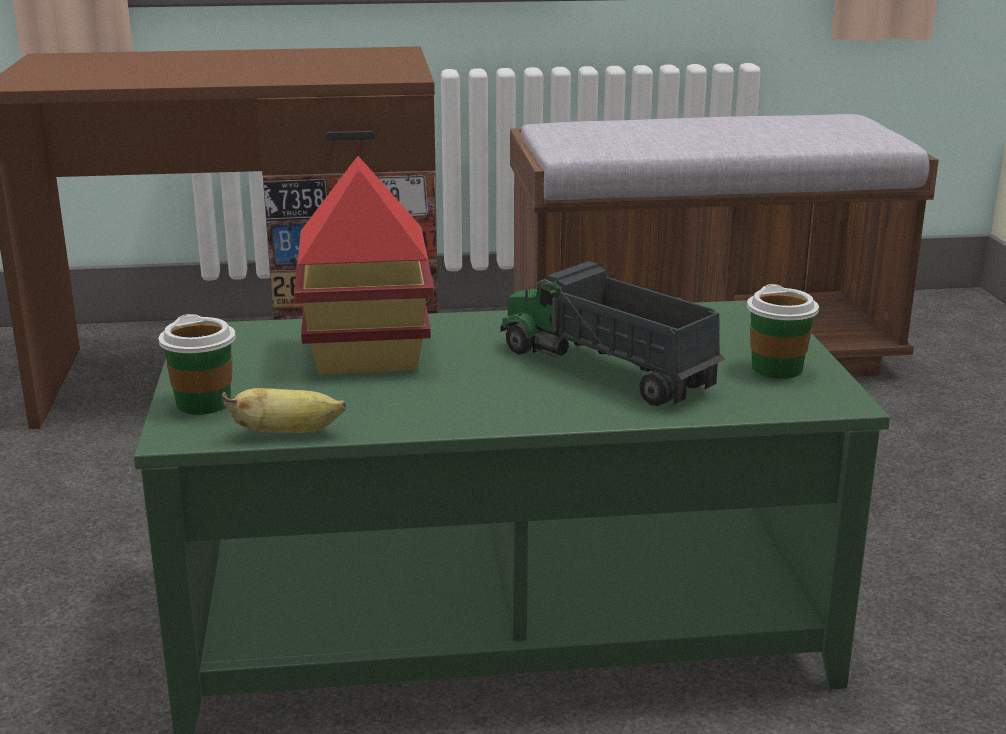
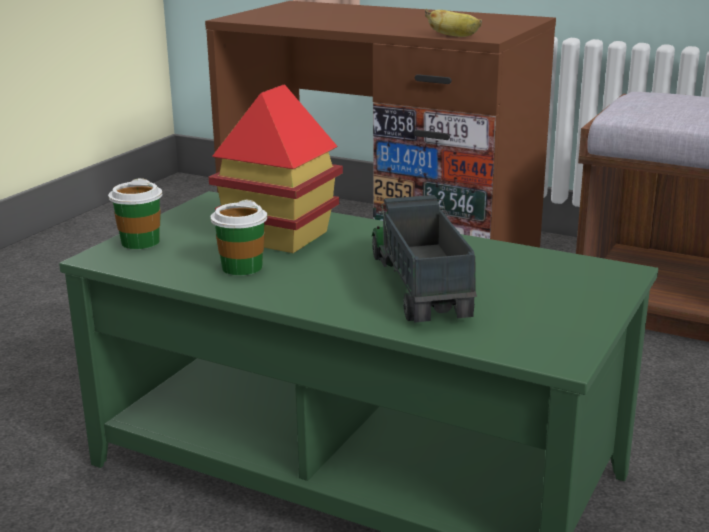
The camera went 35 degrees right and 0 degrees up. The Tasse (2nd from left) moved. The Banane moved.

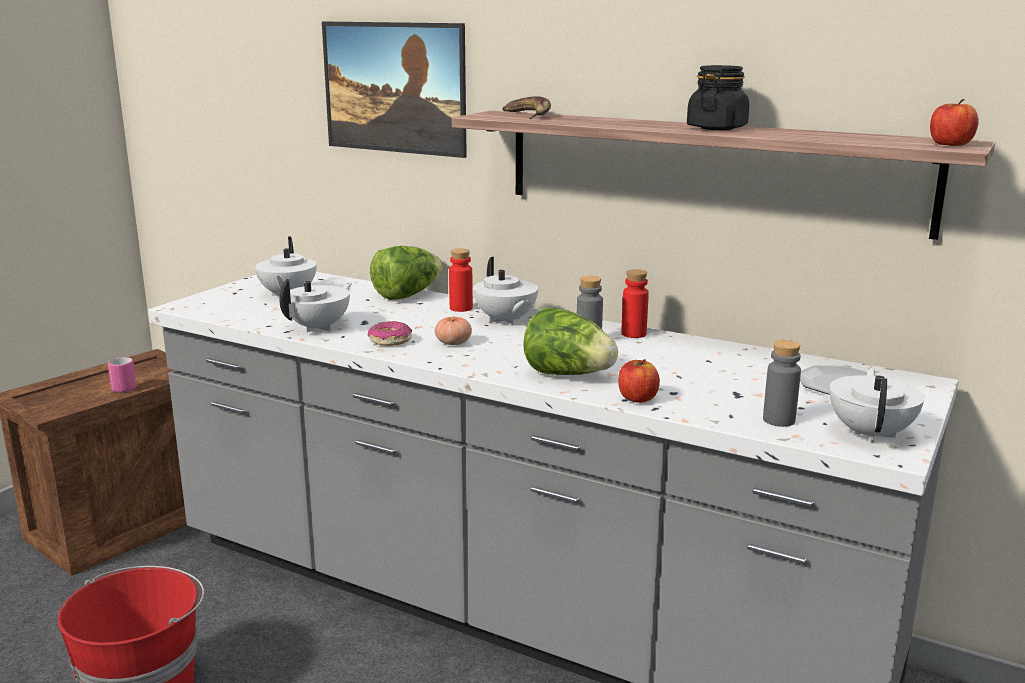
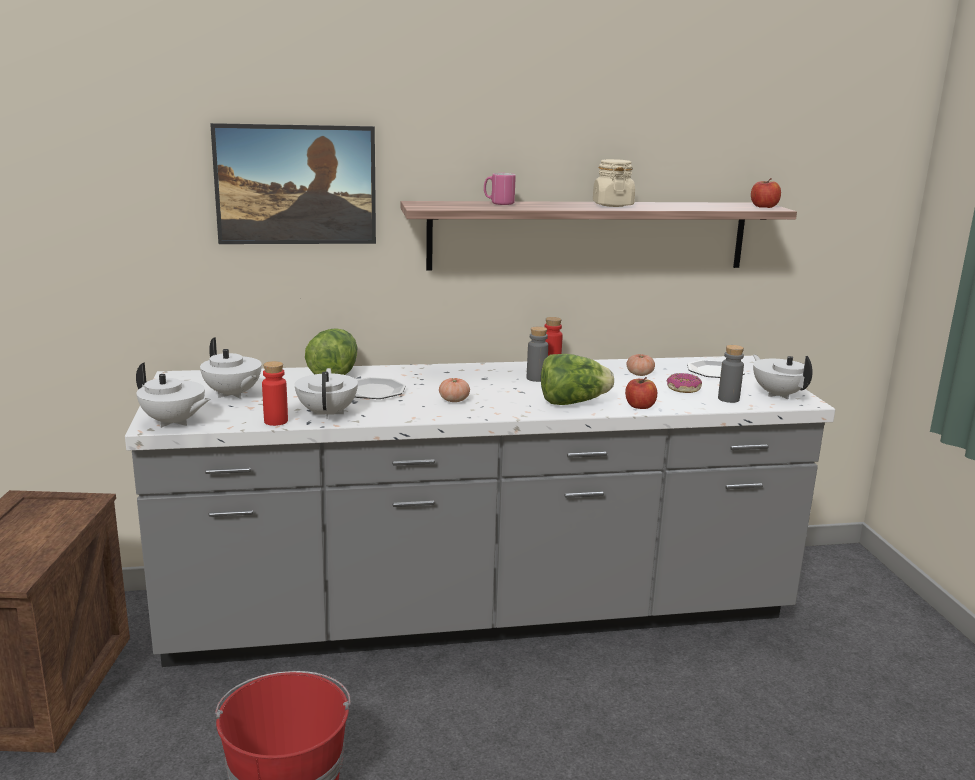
The camera went 40 degrees left and 0 degrees up. The Teekanne (weiß) (3rd from left in the first image) moved. The Flasche (rot) (1st from left) moved. The Teller (1st from left) appeared. The Henkelbecher (rosa) moved. The Vorratsglas (schwarz) became the Vorratsglas (beige). The Tomate (2nd from left) appeared. The Donut moved. The Banane disappeared.

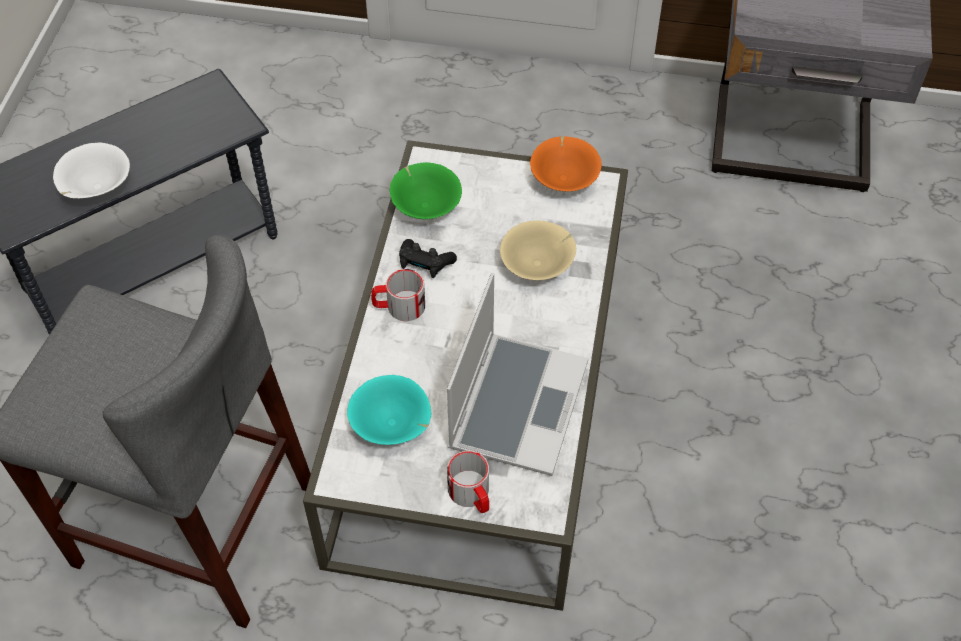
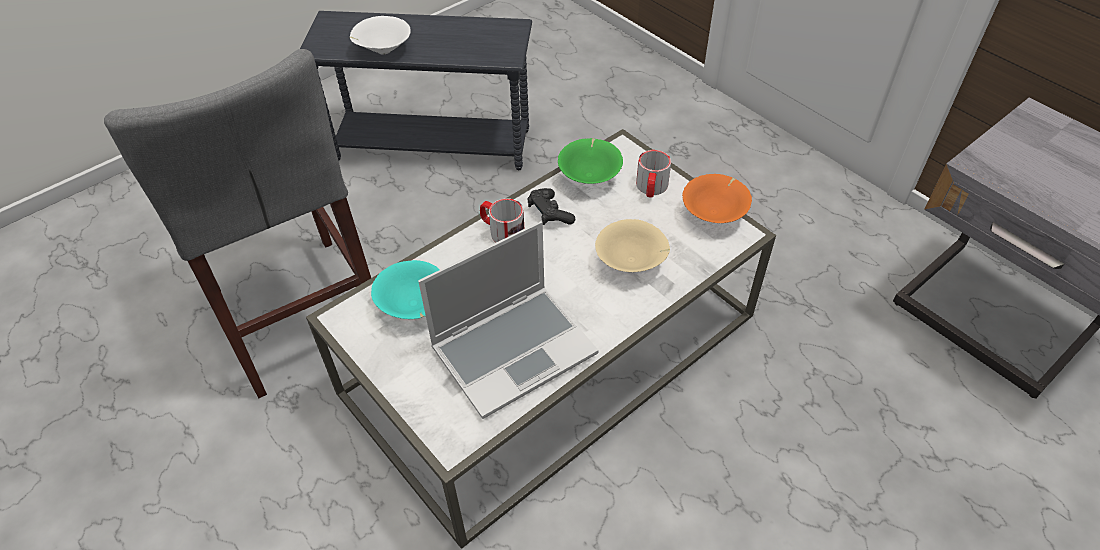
The camera went 40 degrees right and 5 degrees down. The Henkelbecher (2nd from left) moved.

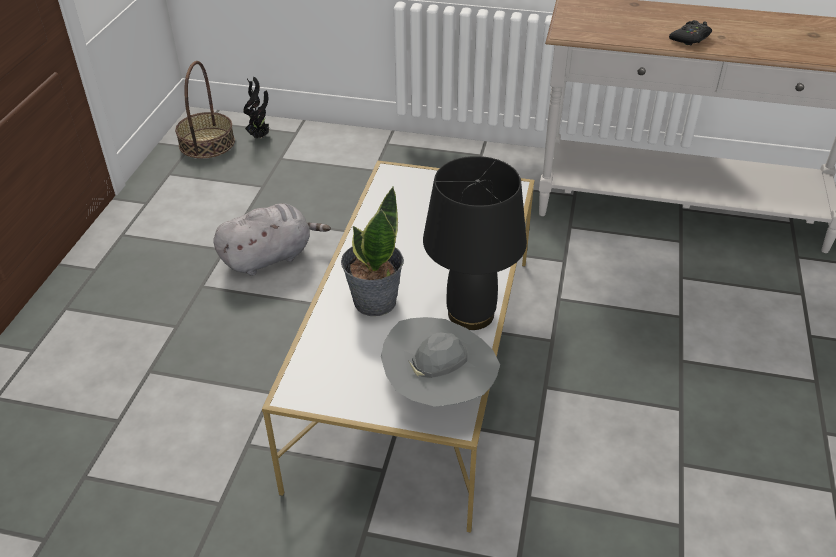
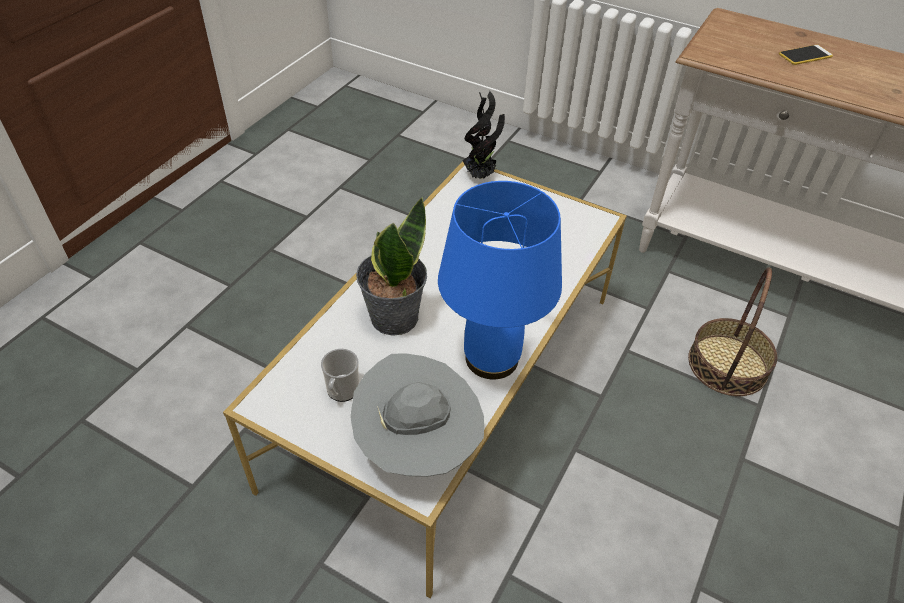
The camera went 15 degrees right and 5 degrees up. The Henkelbecher appeared. The Tischlampe (schwarz) became the Tischlampe (blau). The Topfpflanze (1st from left in the first image) moved. The Korb moved. The Handy appeared. The Plüschtier (grau) disappeared. The Gamepad (schwarz) disappeared.

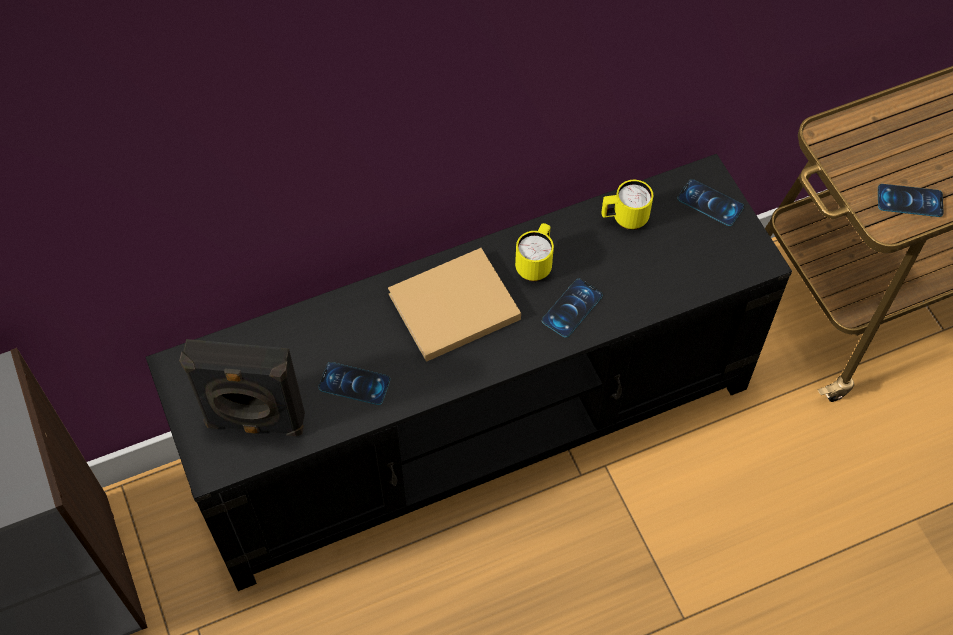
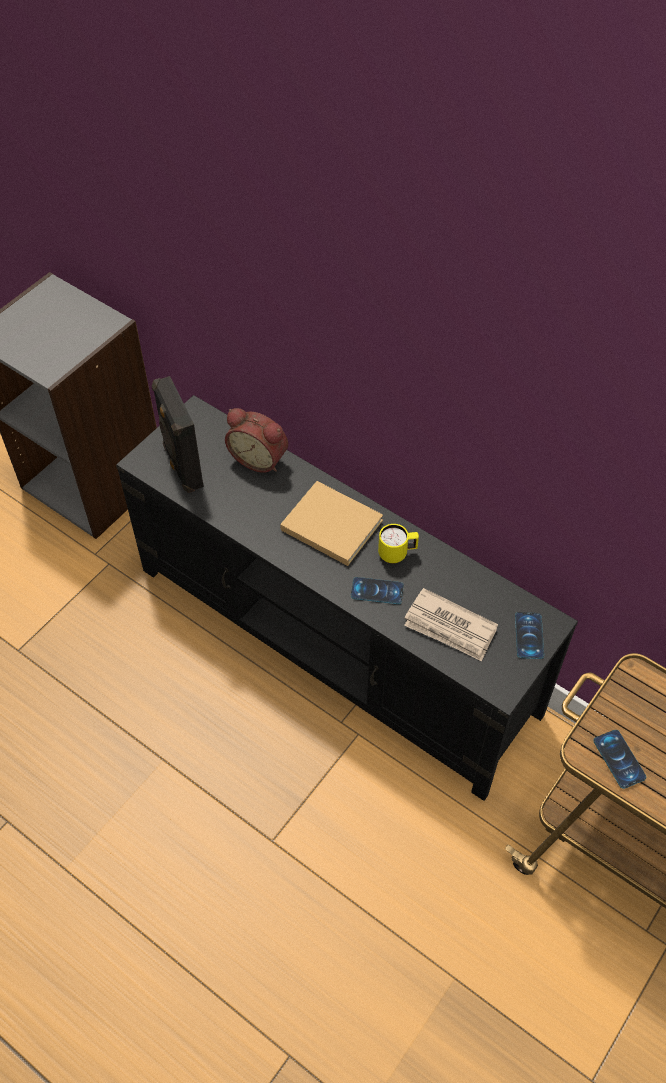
The camera went 60 degrees right and 5 degrees down. The Wecker appeared. The Zeitung appeared. The Handy (1st from left) disappeared. The Henkelbecher (gelb) (2nd from left) disappeared.

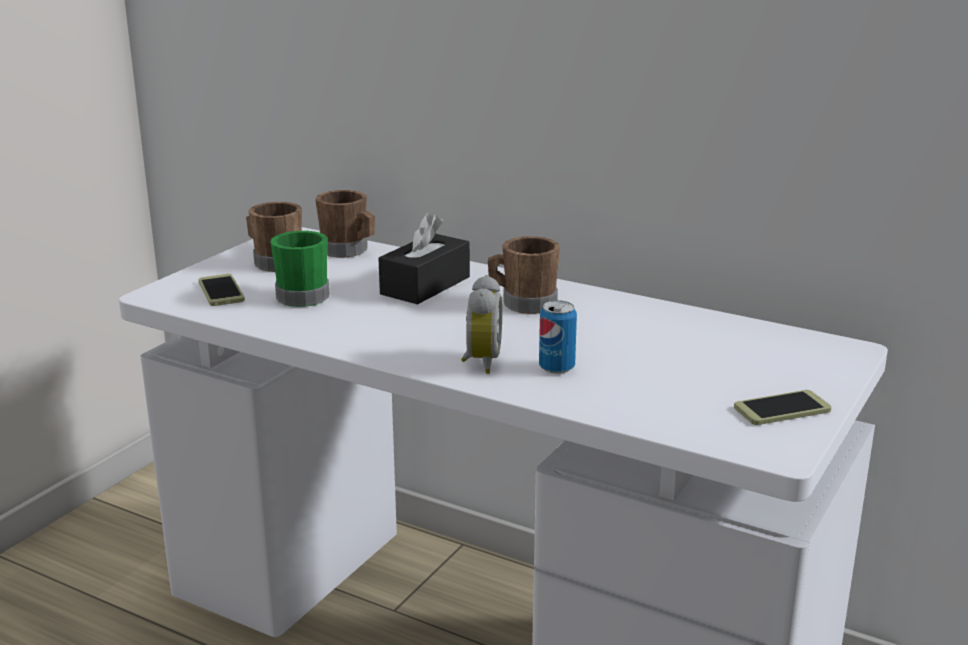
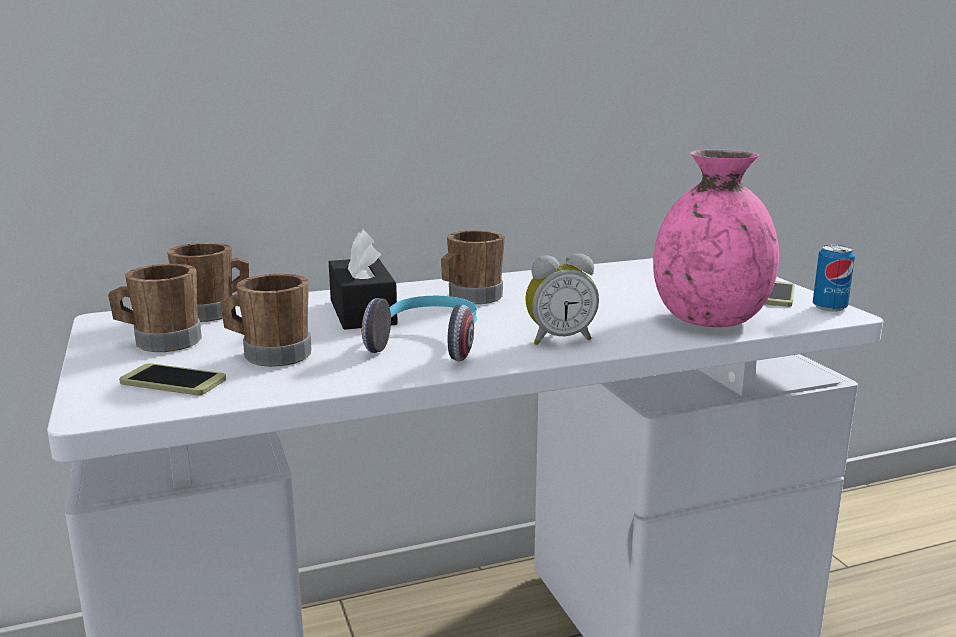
The camera went 50 degrees left and 5 degrees down. The Henkelbecher (grün) became the Henkelbecher (braun) (3rd from left). The Kopfhörer appeared. The Wecker turned 120 degrees clockwise. The Vase (rosa) appeared. The Dose moved.

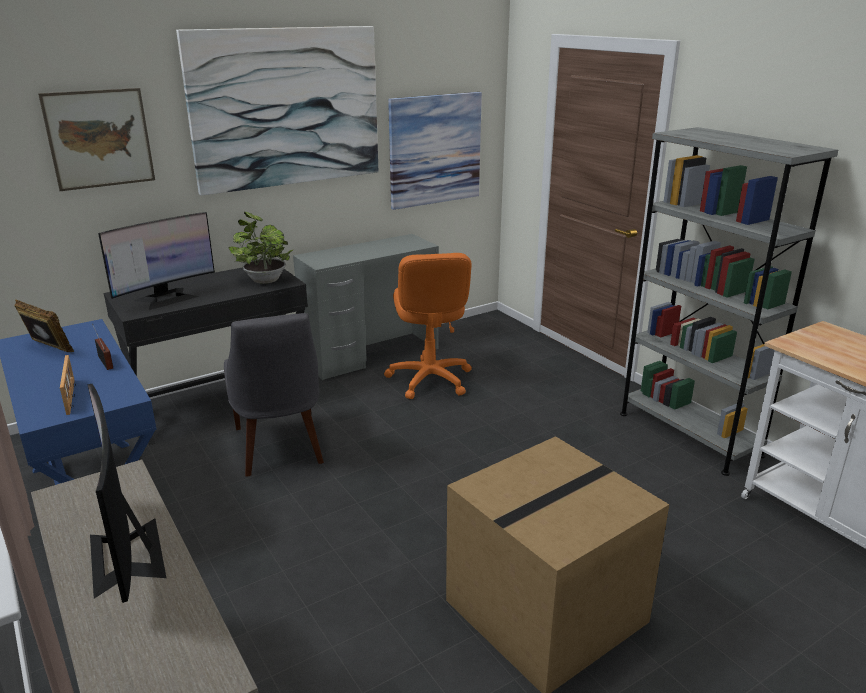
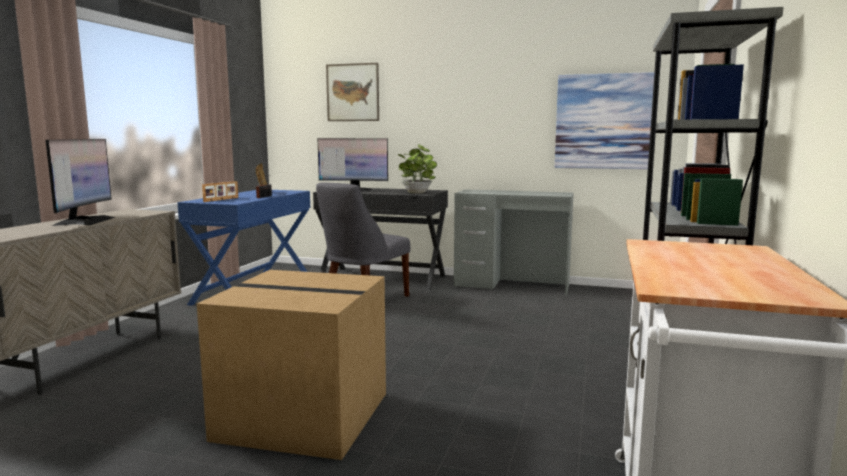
The camera went 50 degrees right and 15 degrees down. The Monitor (1st from left) turned 150 degrees clockwise. The Bild (2nd from left) disappeared. The Bürostuhl (orange) disappeared.

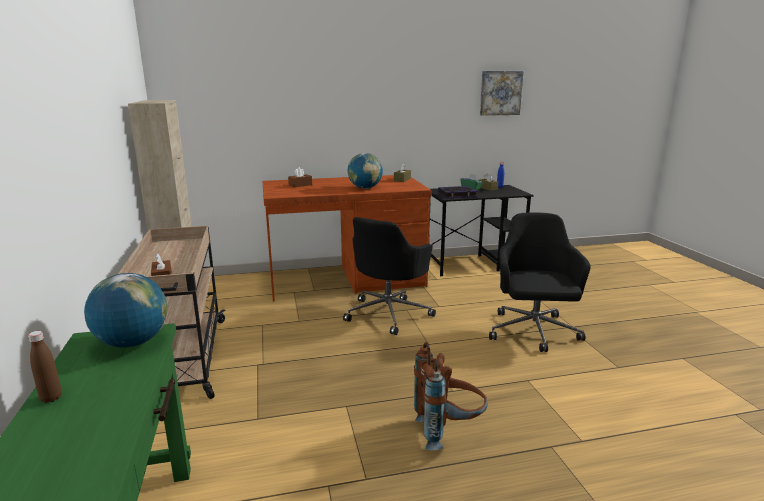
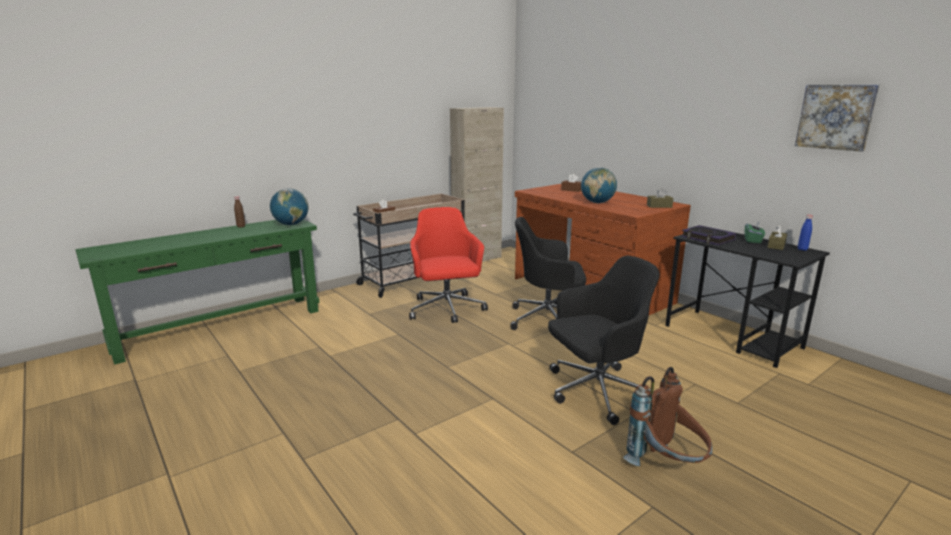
The camera went 65 degrees right and 0 degrees up. The Bürostuhl (rot) appeared. The Rucksack (braun) moved.

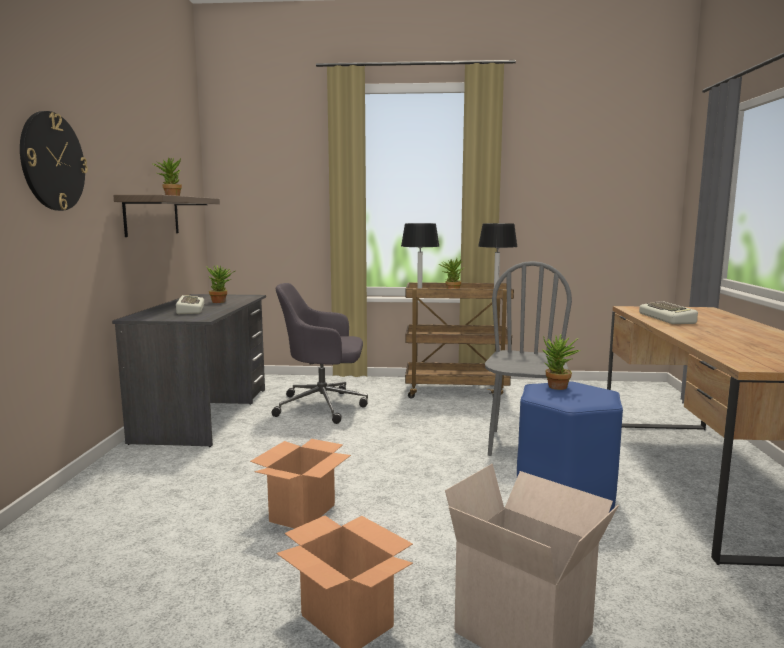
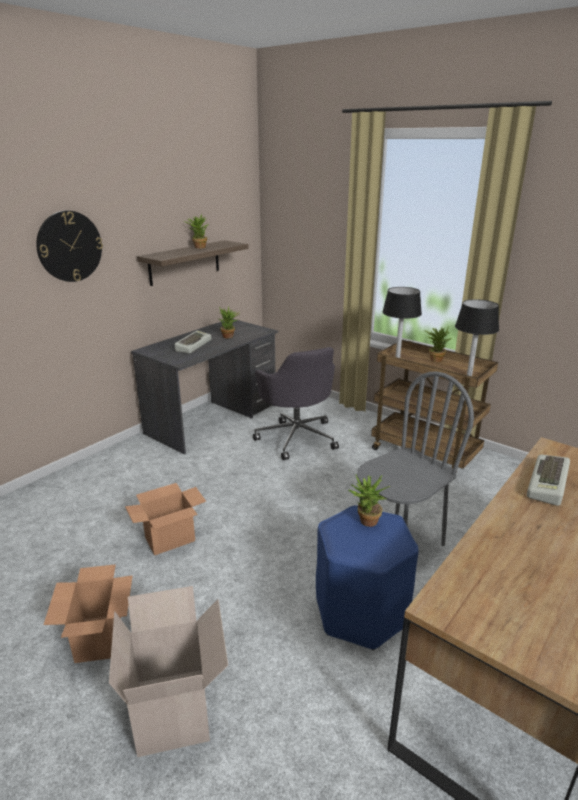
The camera went 35 degrees right and 15 degrees up. The Bürostuhl (grau) turned 150 degrees counterclockwise.

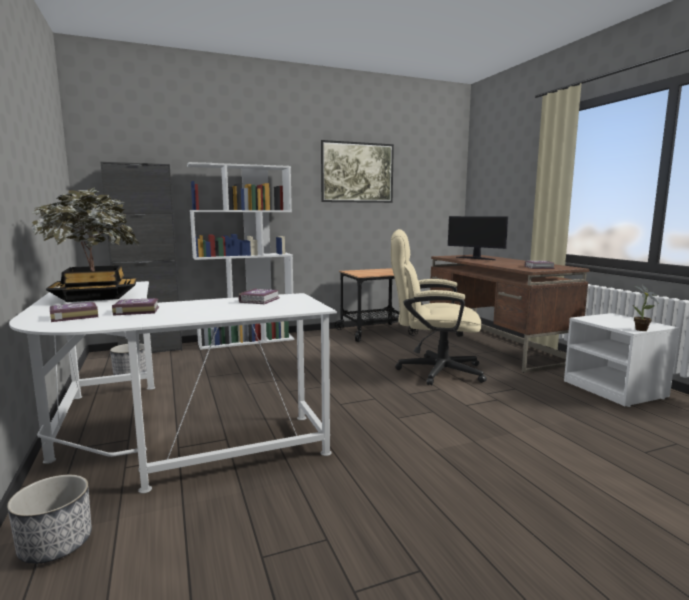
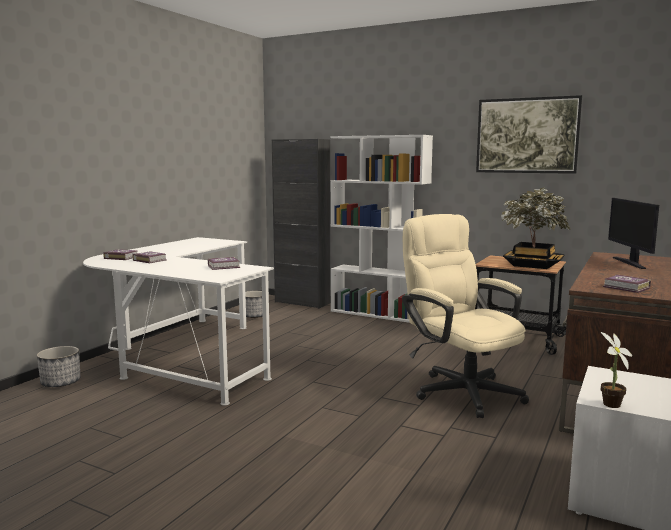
The camera went 50 degrees right and 0 degrees up. The Topfpflanze (1st from left) moved.

